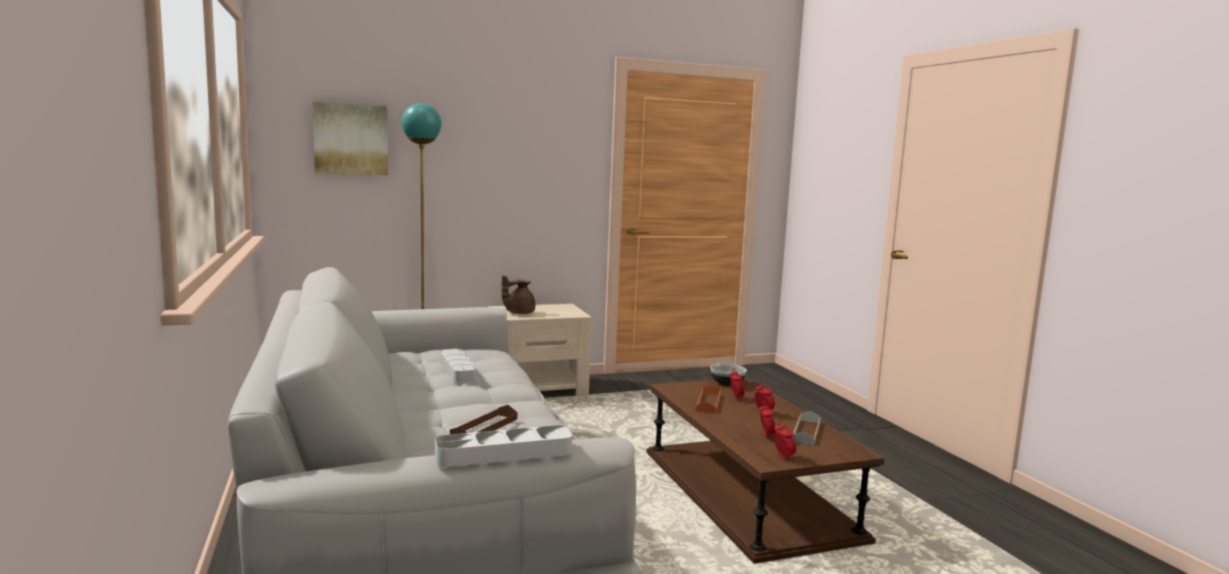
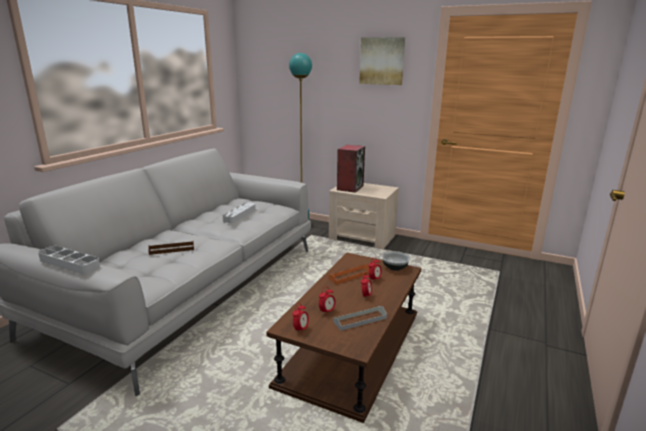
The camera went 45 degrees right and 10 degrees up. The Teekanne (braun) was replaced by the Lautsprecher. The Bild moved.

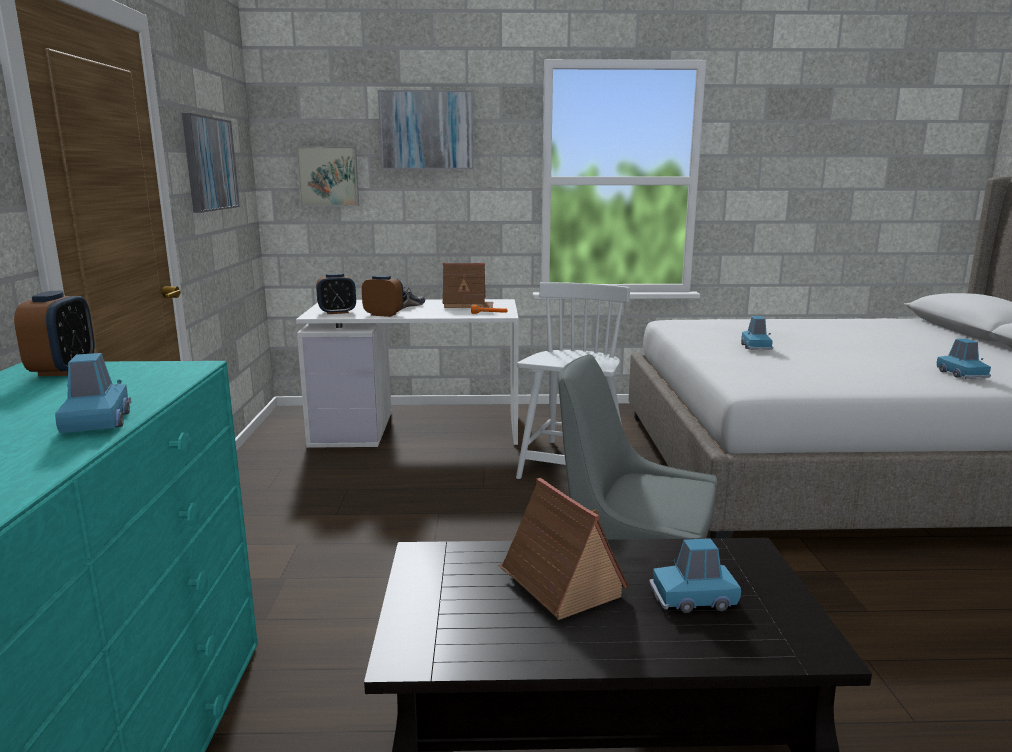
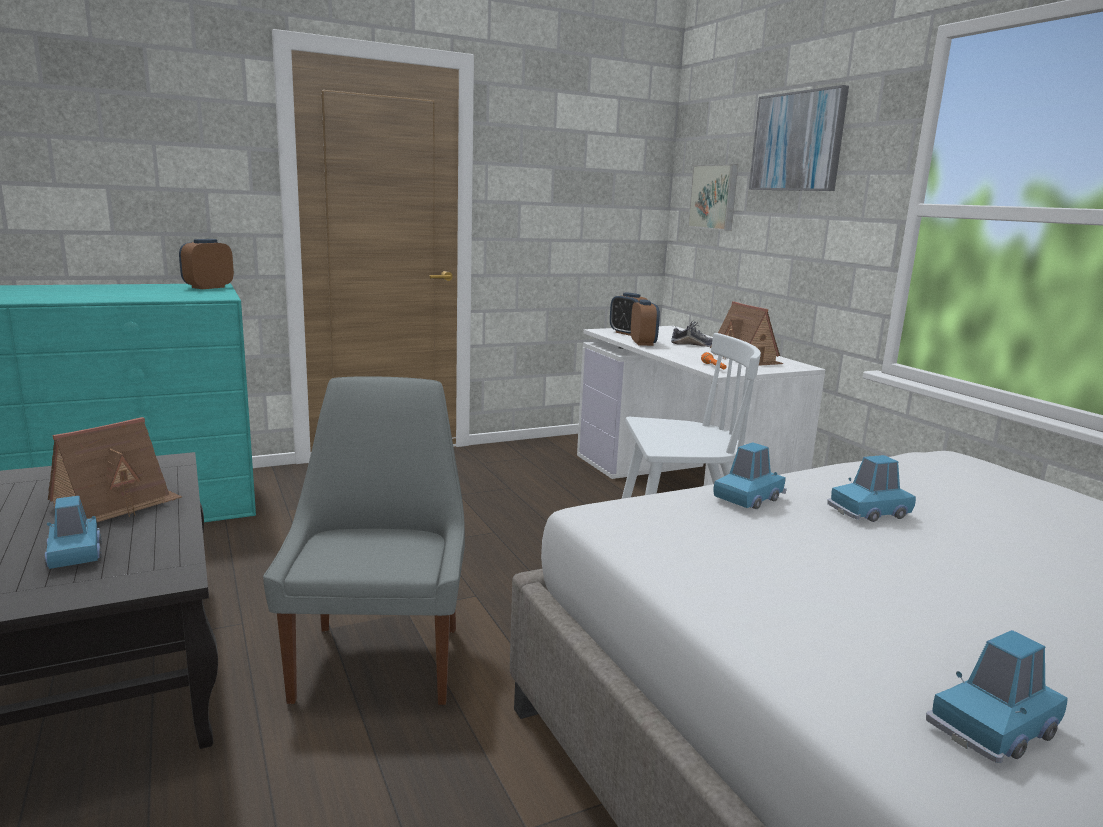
The camera went 65 degrees right and 0 degrees up. The Wecker (1st from left) turned 150 degrees clockwise. The Spielzeugauto (blau) (1st from left in the first image) moved. The Bild (1st from left) disappeared.

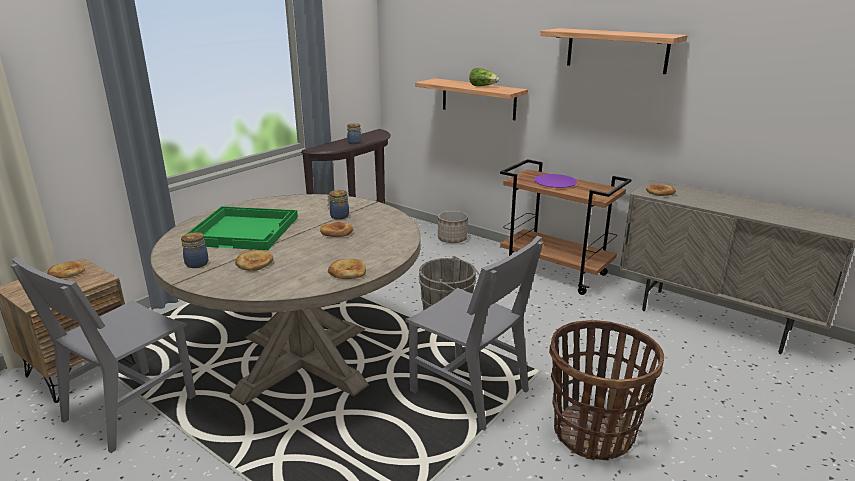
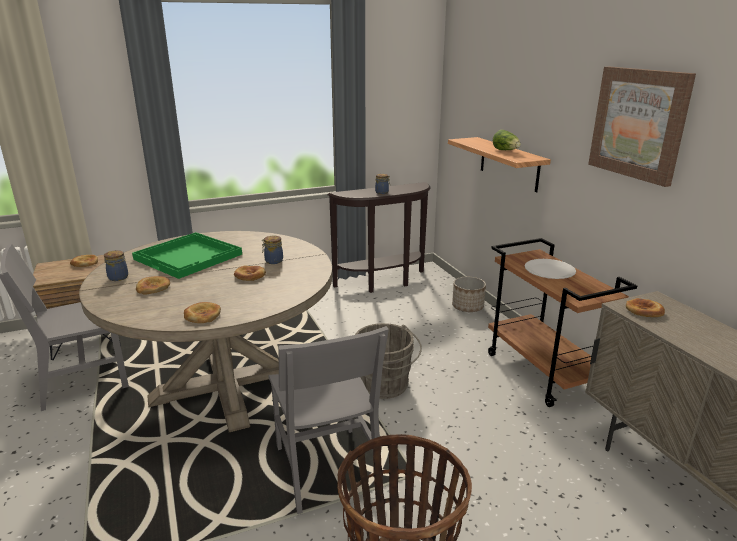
The camera went 30 degrees right and 0 degrees up. The Teller (lila) became the Teller (weiß). The Wandregal (2nd from left) was replaced by the Bild.

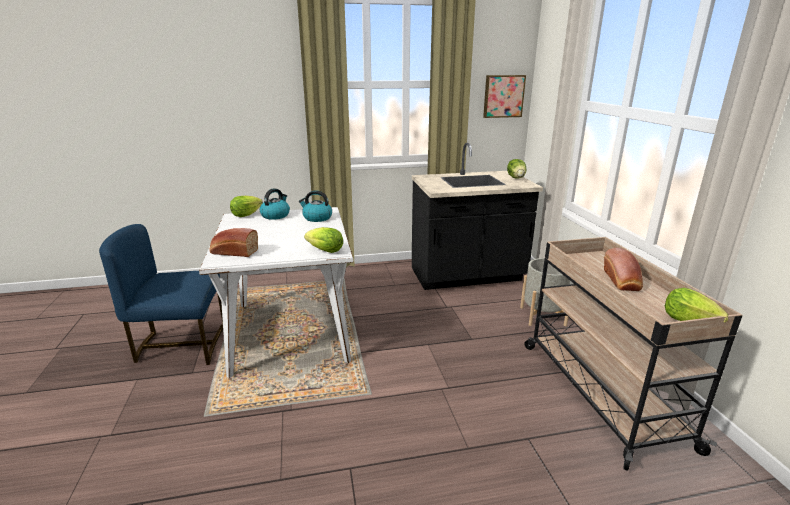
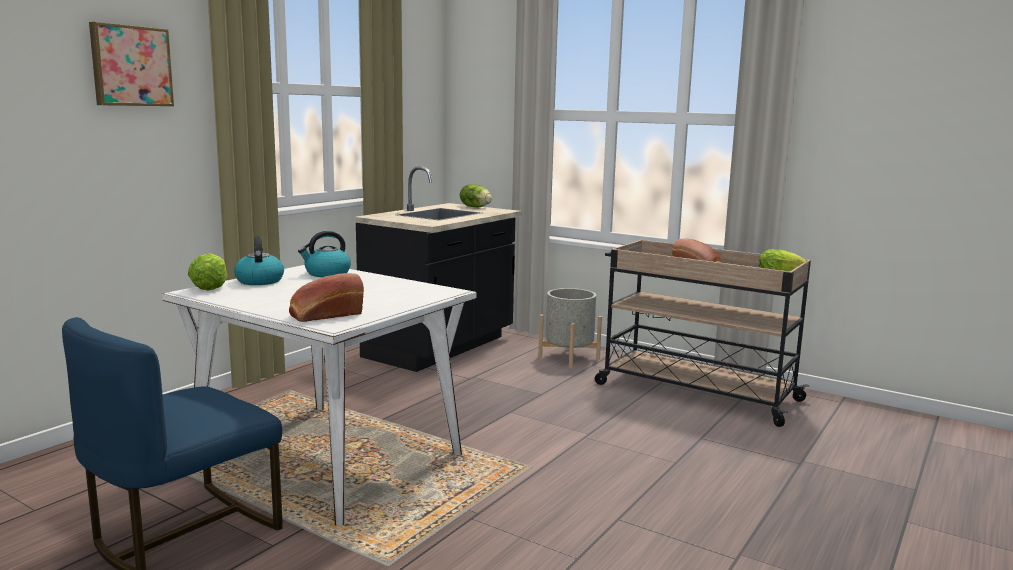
The camera went 45 degrees left and 10 degrees down. The Bild moved. The Salatkopf (2nd from left) disappeared.

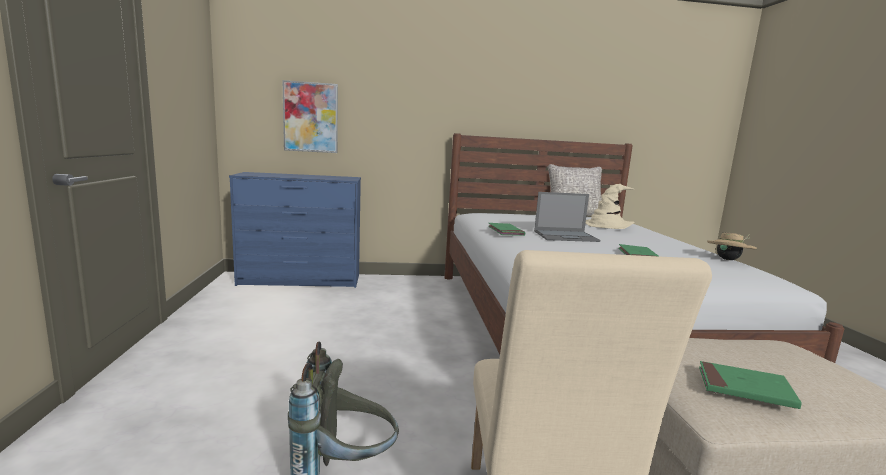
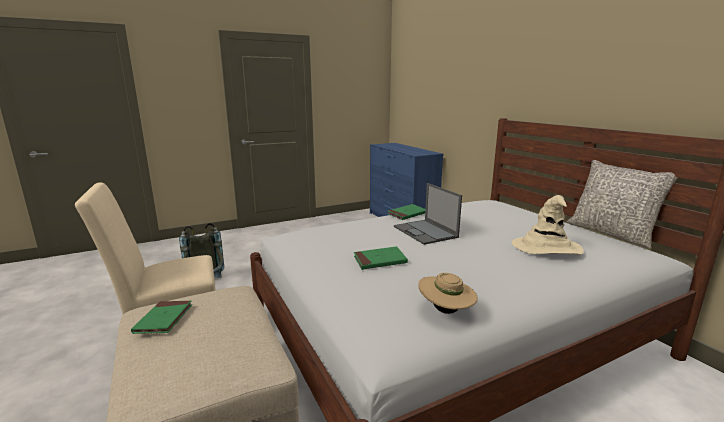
The camera went 70 degrees right and 5 degrees up. The Bild disappeared.

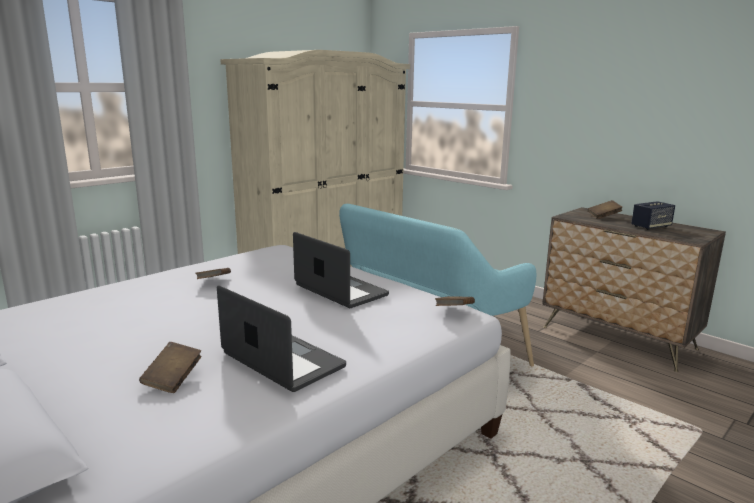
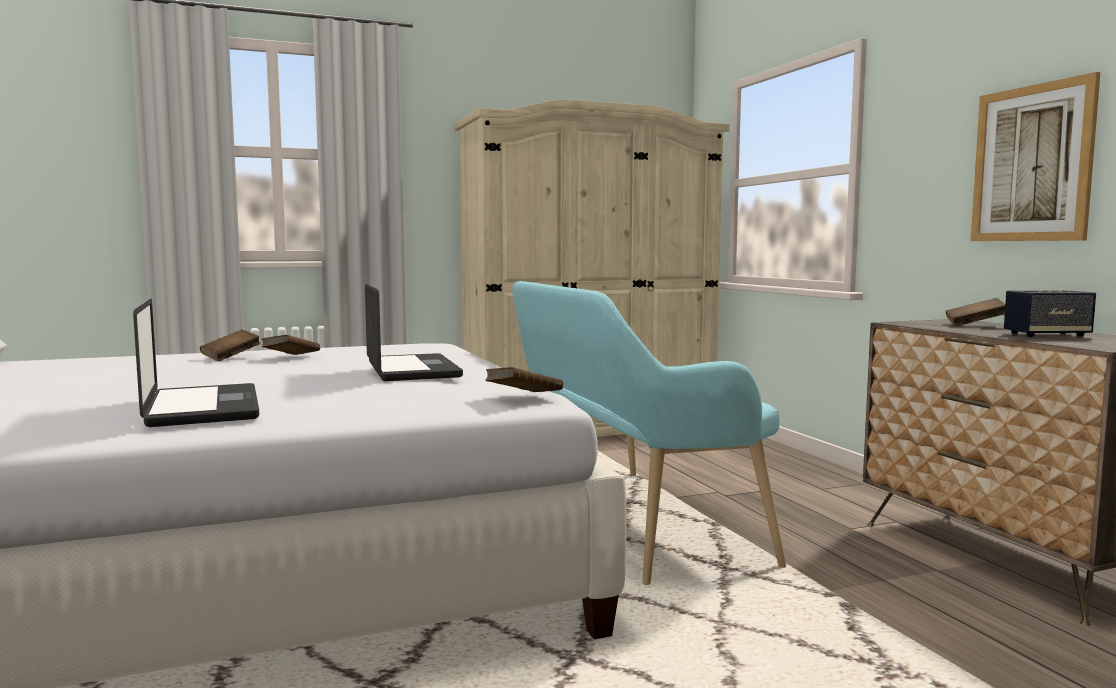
The camera went 25 degrees right and 10 degrees down. The Buch (braun) (1st from left) moved. The Bild appeared.

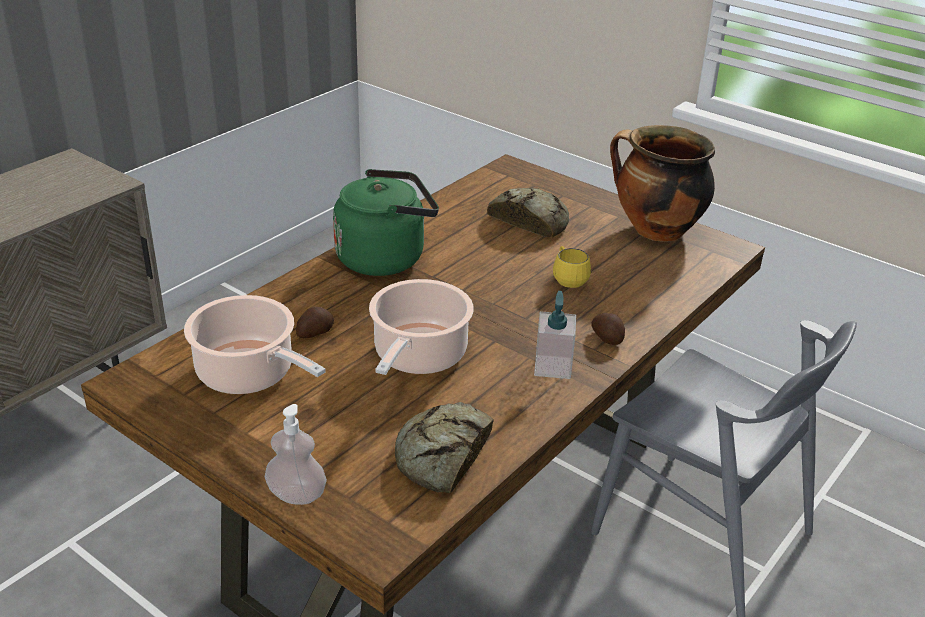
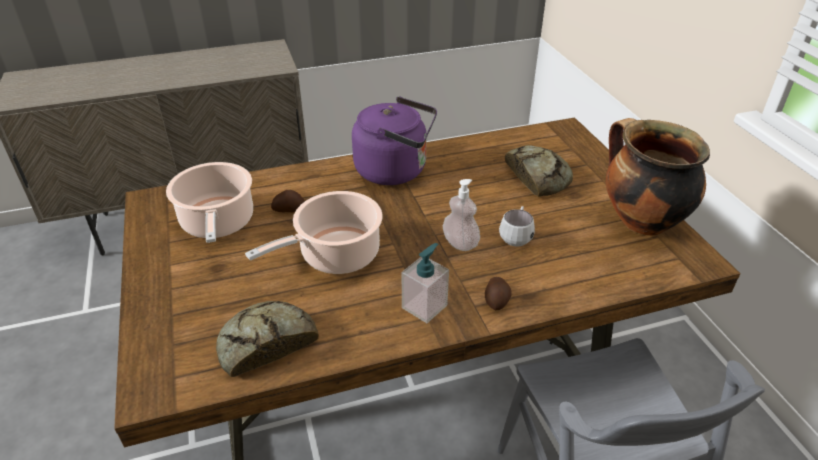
The camera went 35 degrees right and 5 degrees up. The Wasserkessel (grün) became the Wasserkessel (lila). The Seifenspender (1st from left in the first image) moved. The Henkelbecher (gelb) became the Henkelbecher (weiß).

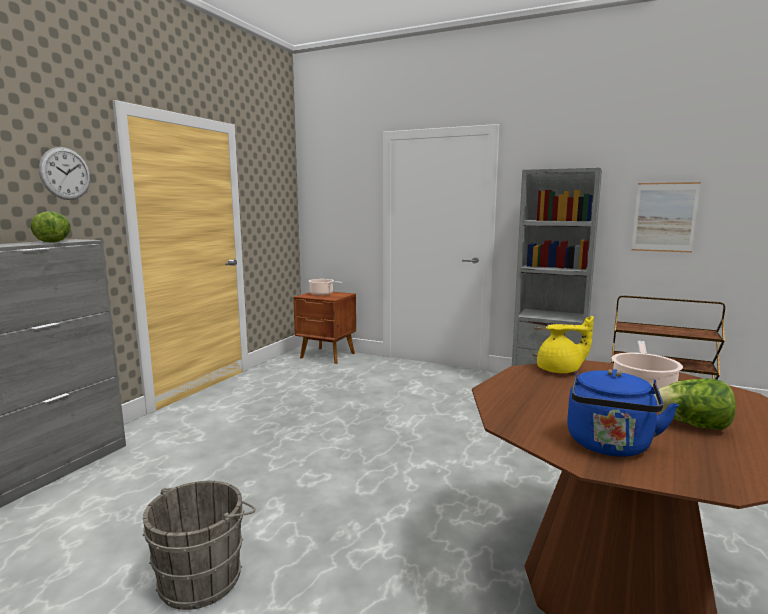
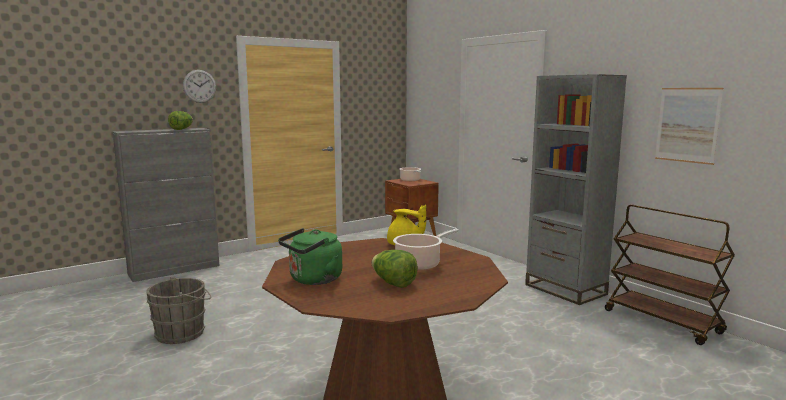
The camera went 30 degrees right and 0 degrees up. The Wasserkessel (blau) became the Wasserkessel (grün).

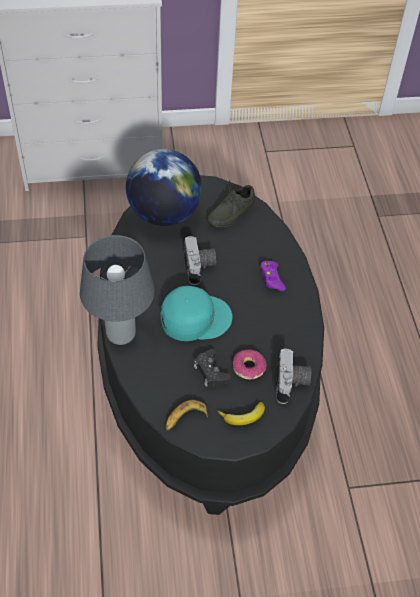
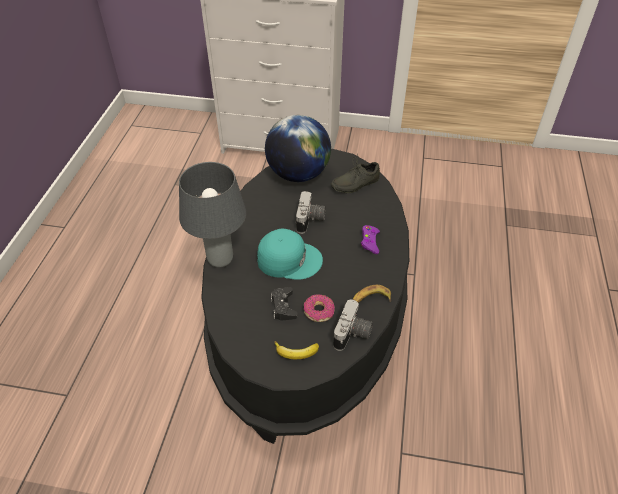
The camera went 20 degrees right and 5 degrees down. The Banane (1st from left in the first image) moved.

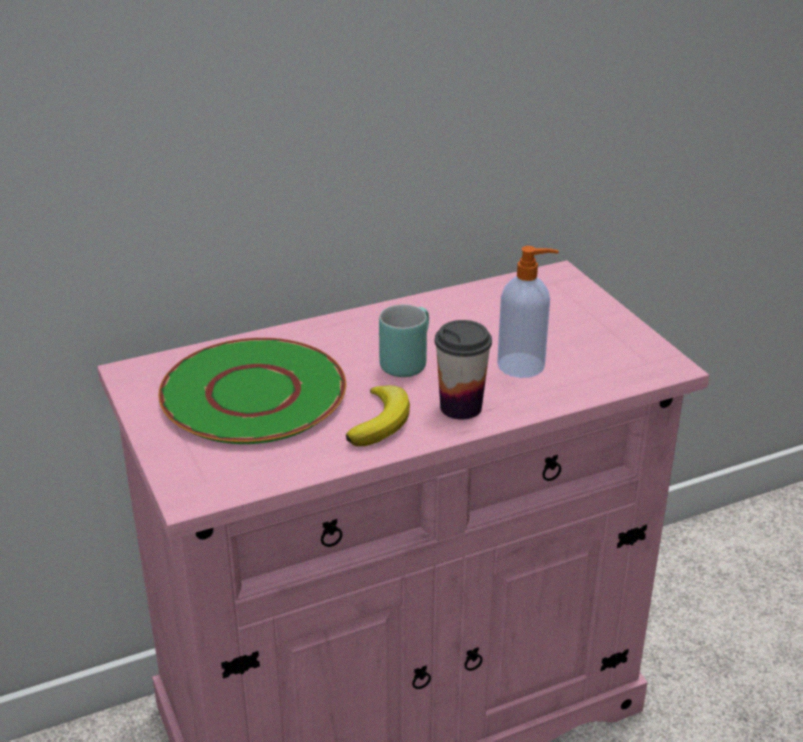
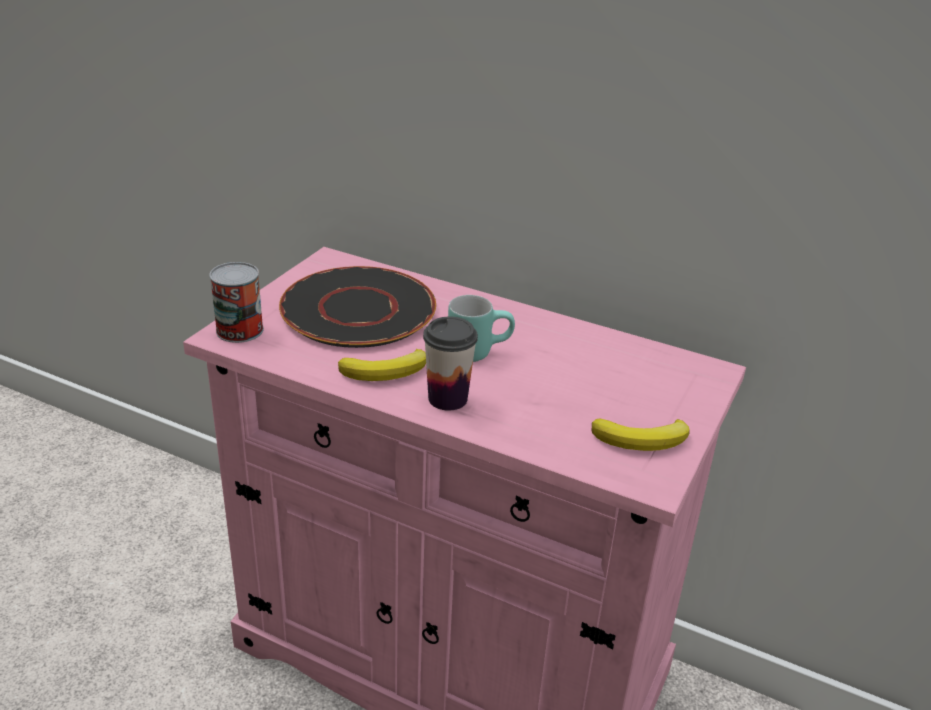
The camera went 50 degrees right and 0 degrees up. The Dose appeared. The Teller (grün) became the Teller (schwarz). The Banane (2nd from left) appeared. The Seifenspender disappeared.

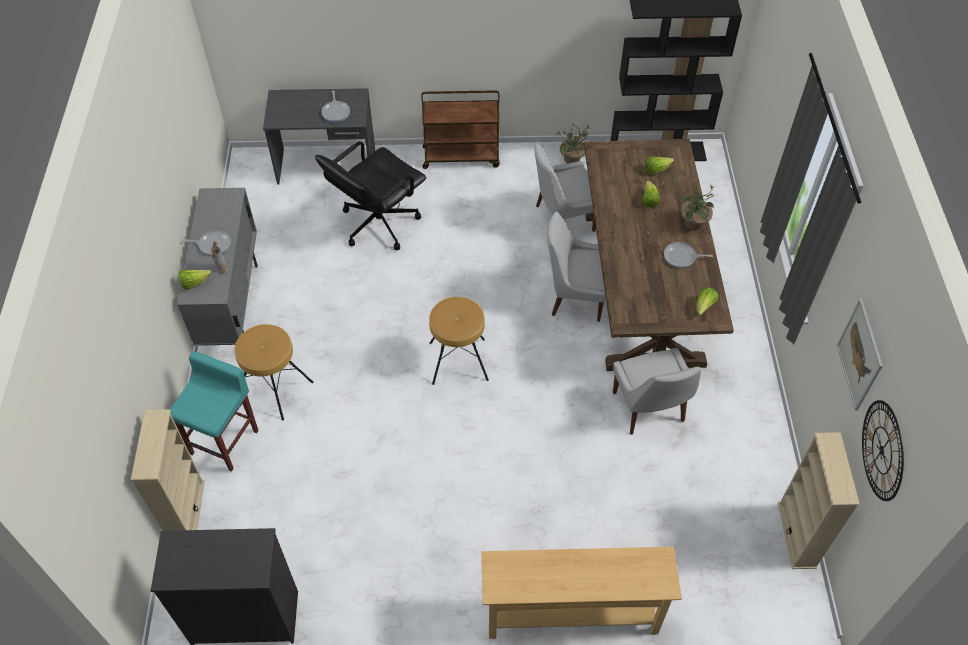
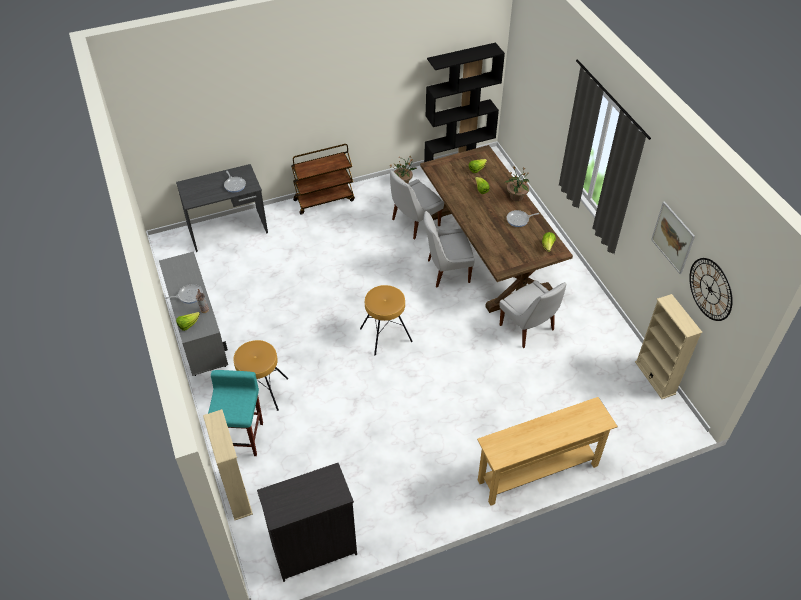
The camera went 20 degrees left and 5 degrees down. The Bürostuhl (schwarz) disappeared.

